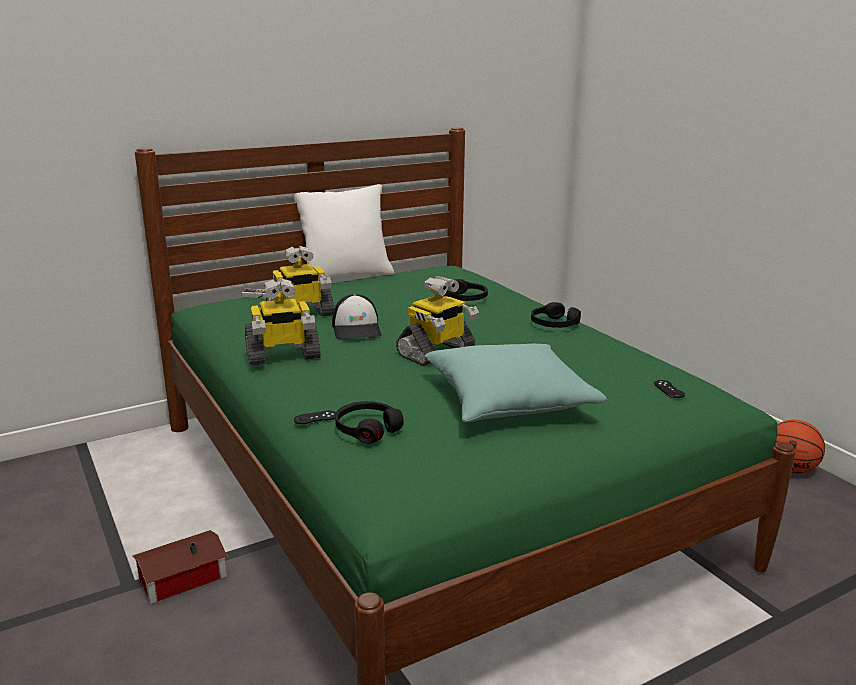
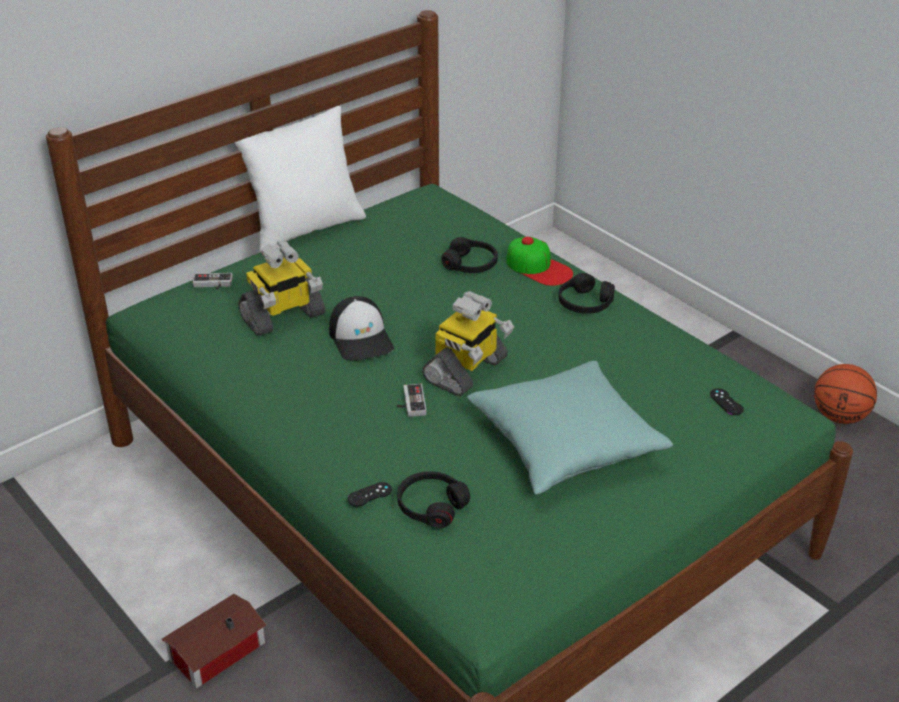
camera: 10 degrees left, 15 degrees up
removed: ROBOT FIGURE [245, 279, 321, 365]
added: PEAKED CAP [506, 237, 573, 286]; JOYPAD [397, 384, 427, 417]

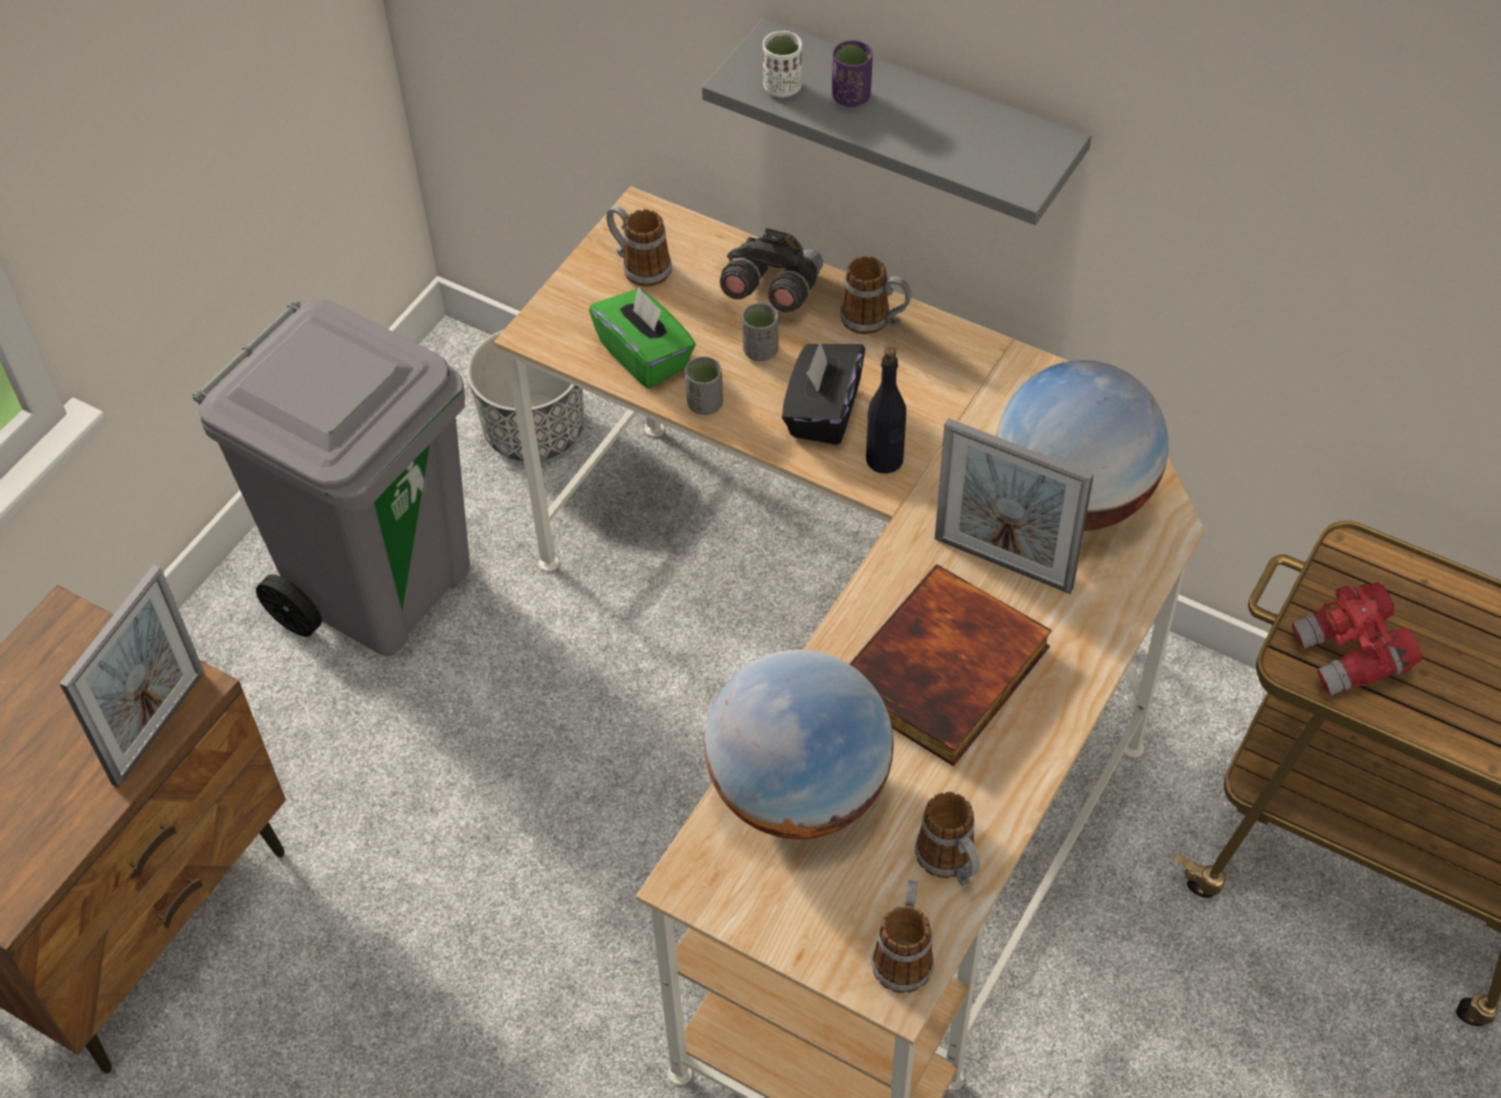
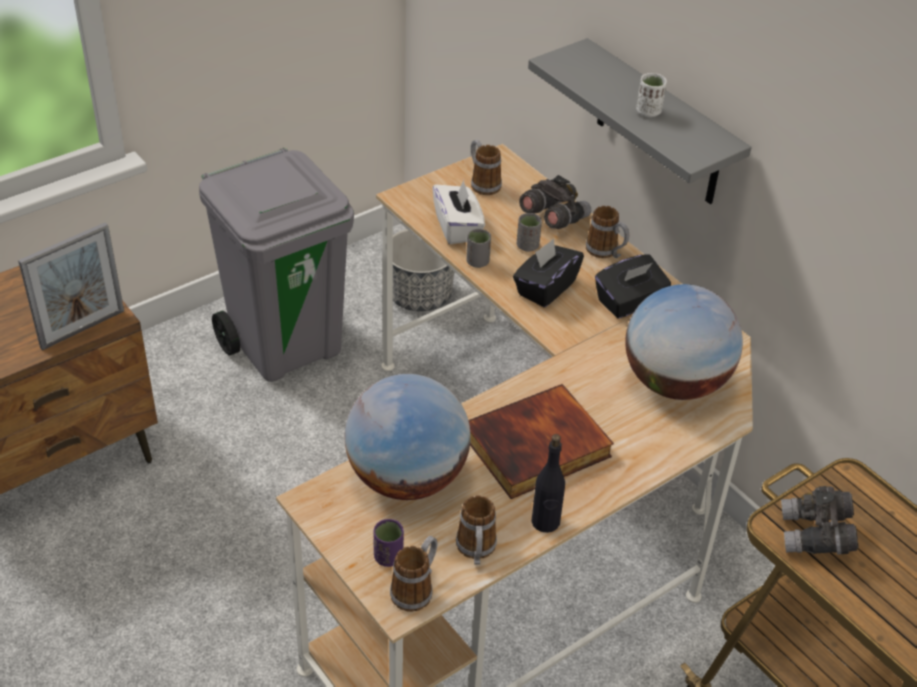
camera: 20 degrees right, 10 degrees down
removed: PICTURE FRAME [935, 418, 1094, 594]
added: BLACK-COLOURED TISSUE BOX [595, 254, 671, 319]
moved: WHITE SMALL CUP [763, 31, 802, 97] to [636, 73, 667, 117]; PURPLISH SMALL CUP [832, 40, 873, 107] to [373, 519, 404, 567]; BLACK-COLOURED DRINK BOTTLE [866, 347, 906, 474] to [531, 434, 565, 533]
recoloured: GREEN TISSUE BOX [589, 285, 696, 389] to WHITE TISSUE BOX [432, 180, 485, 244]; RED-COLOURED PAIR OF BINOCULARS [1291, 582, 1422, 696] to GREYISH PAIR OF BINOCULARS [781, 486, 859, 554]

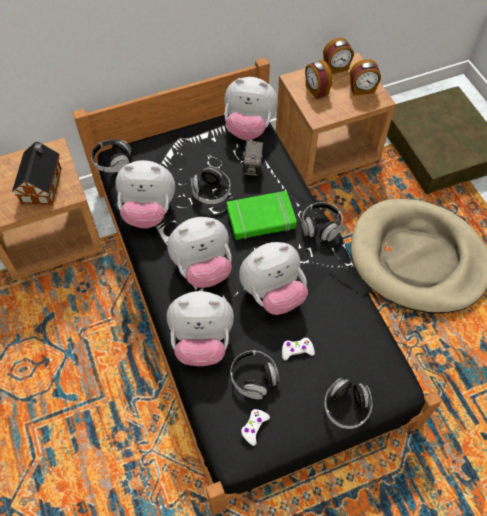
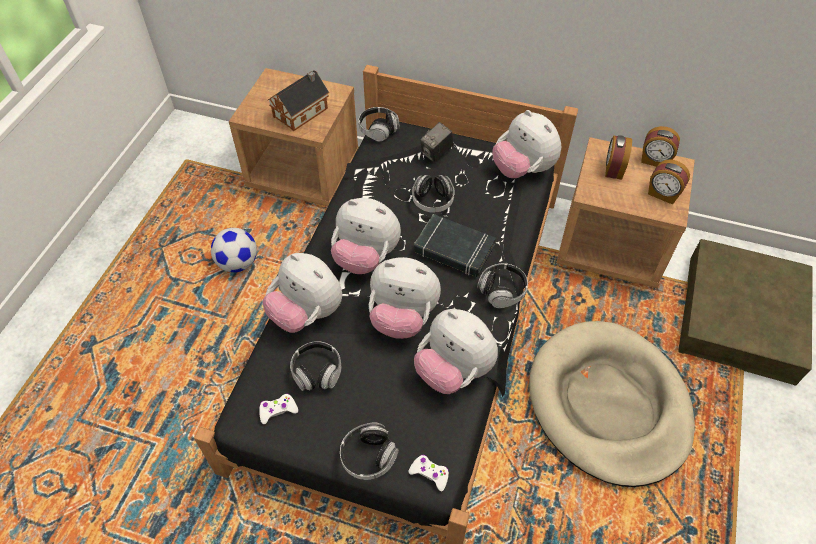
camera: 40 degrees right, 5 degrees down
added: FOOTBALL BALL [211, 228, 257, 272]
moved: STILL CAMERA [242, 140, 263, 176] to [420, 122, 453, 162]; SOFT TOY [115, 160, 175, 229] to [414, 309, 498, 394]; WHITE JOYPAD [282, 337, 315, 360] to [409, 455, 449, 491]
recoloured: GREEN VOLUME [227, 191, 297, 240] to BLACK-COLOURED VOLUME [414, 214, 496, 277]

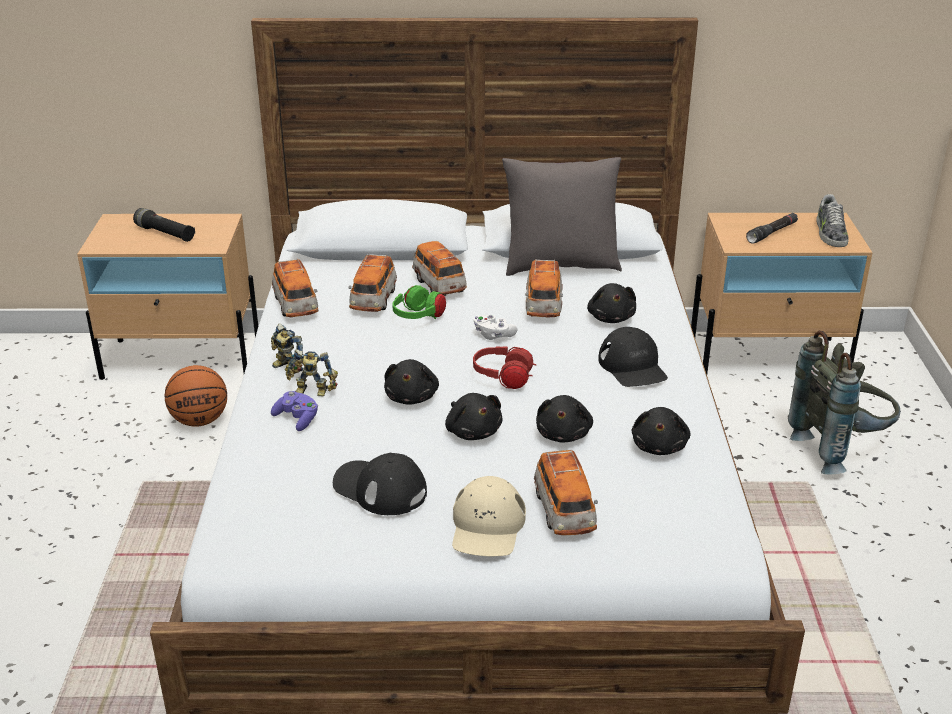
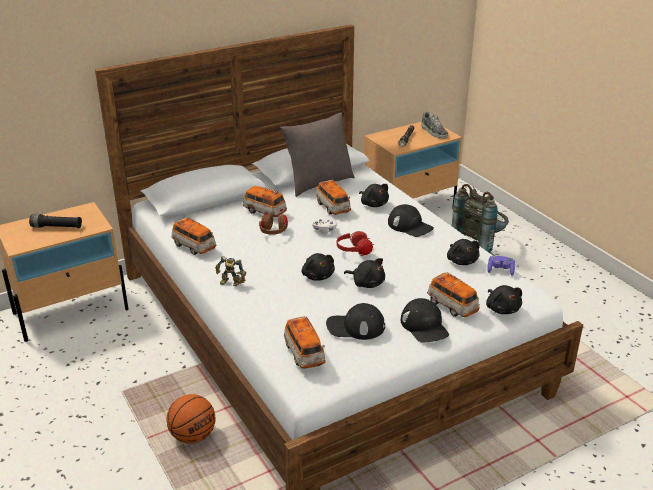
camera: 30 degrees left, 0 degrees up
removed: ROBOT FIGURE [285, 349, 338, 396]
moved: MODEL CAR [349, 253, 397, 312] to [284, 316, 326, 368]; BALL FOR BASKETBALL [165, 365, 227, 427] to [167, 394, 216, 444]; PURPLISH JOYPAD [271, 391, 318, 431] to [487, 256, 515, 276]; BLACK-COLOURED SOFT TOY [536, 395, 593, 442] to [486, 285, 522, 314]
recoloured: GREEN HEADSET [392, 285, 446, 319] to BROWN HEADSET [259, 214, 288, 235]; BEIGE PEAKED CAP [452, 476, 526, 556] to BLACK-COLOURED PEAKED CAP [401, 298, 449, 342]

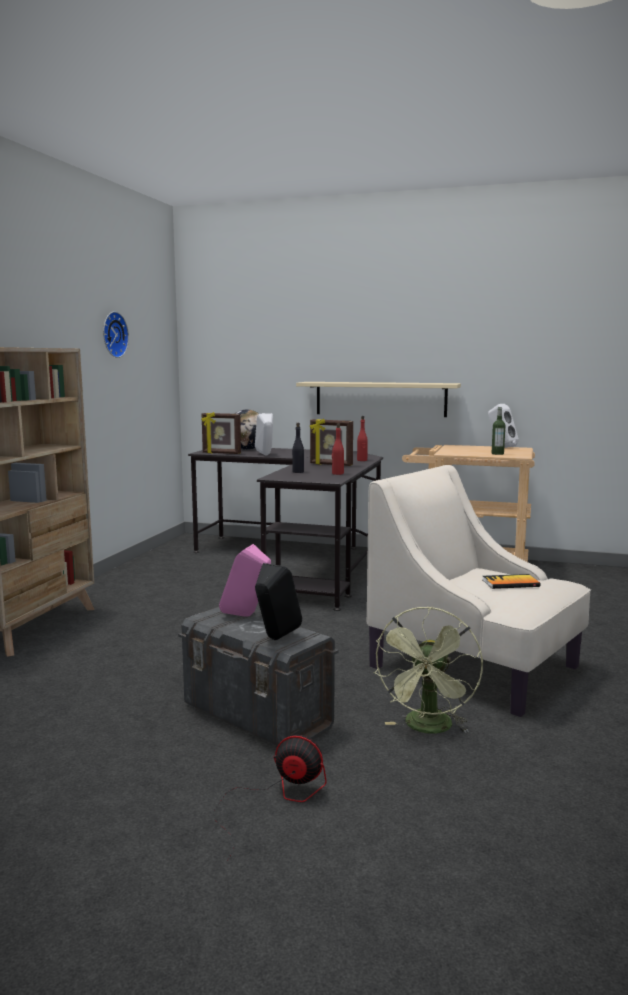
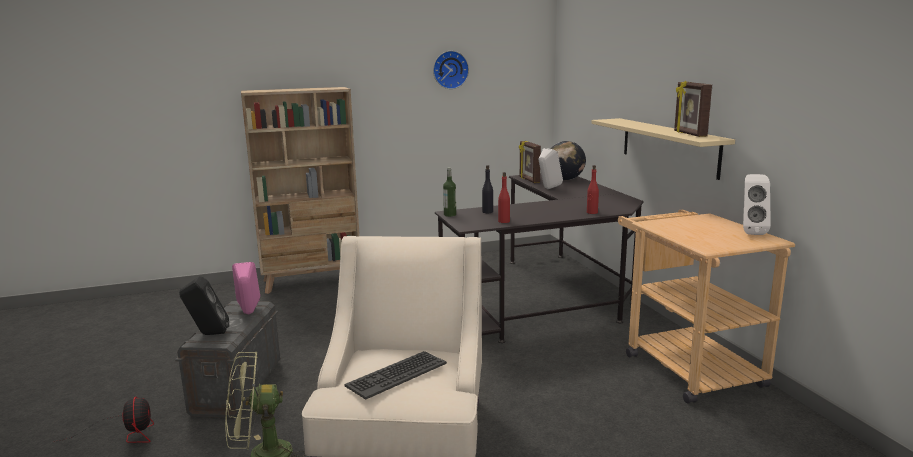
camera: 55 degrees right, 5 degrees up
moved: DRINK BOTTLE [492, 407, 505, 455] to [443, 167, 456, 217]; PICTURE FRAME [310, 418, 353, 466] to [674, 81, 712, 137]
replaced: VOLUME [483, 574, 540, 589] to COMPUTER KEYBOARD [344, 351, 447, 399]

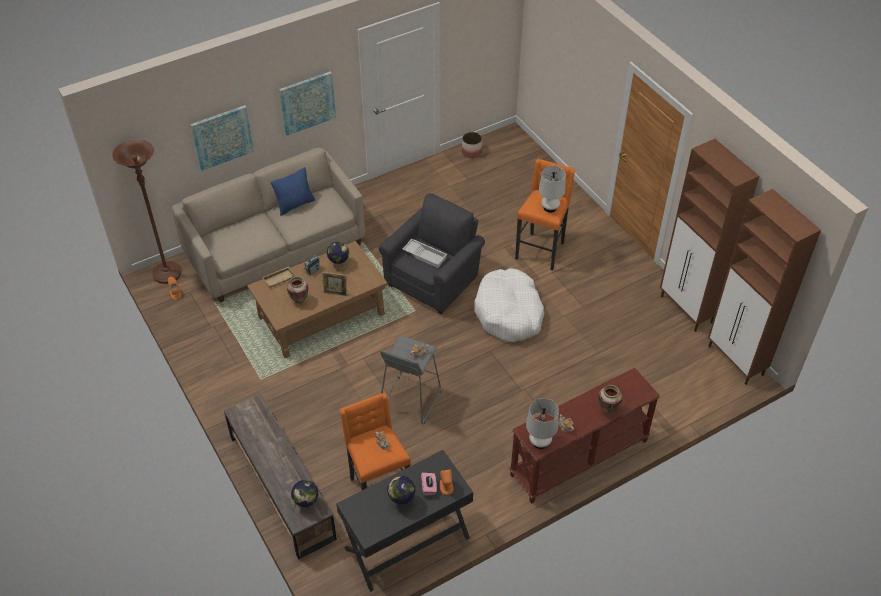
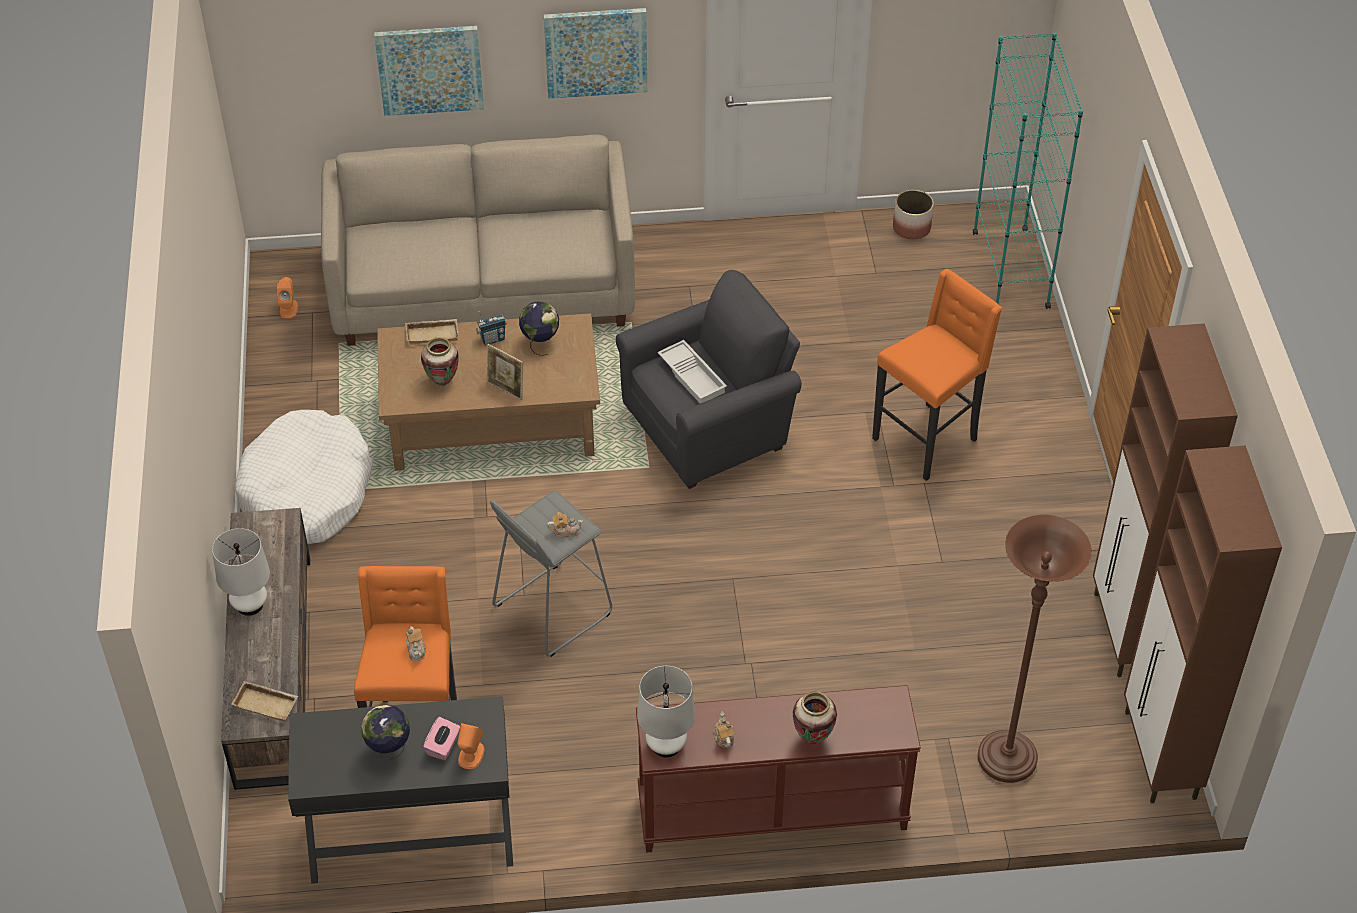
camera: 25 degrees right, 0 degrees up
removed: BLUE-COLOURED THROW PILLOW [271, 167, 315, 216]
added: TURQUOISE-COLOURED BOOKSHELF [973, 32, 1083, 309]
moved: BROWN FLOOR LAMP [112, 139, 182, 284] to [978, 515, 1092, 783]; WHITE TABLE LAMP [539, 166, 566, 213] to [212, 528, 270, 616]; WHITE PET BED [474, 268, 544, 342] to [235, 410, 373, 544]
replaced: WORLD GLOBE [291, 480, 318, 508] to BEIGE CARRYING TRAY [231, 681, 298, 722]

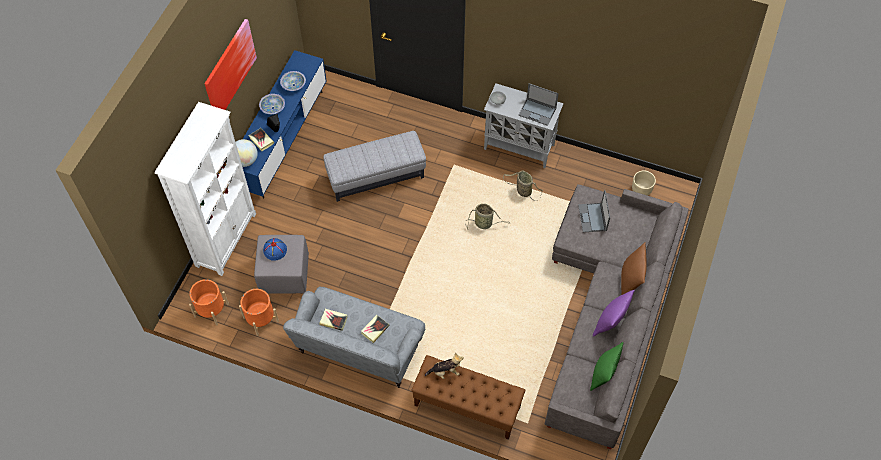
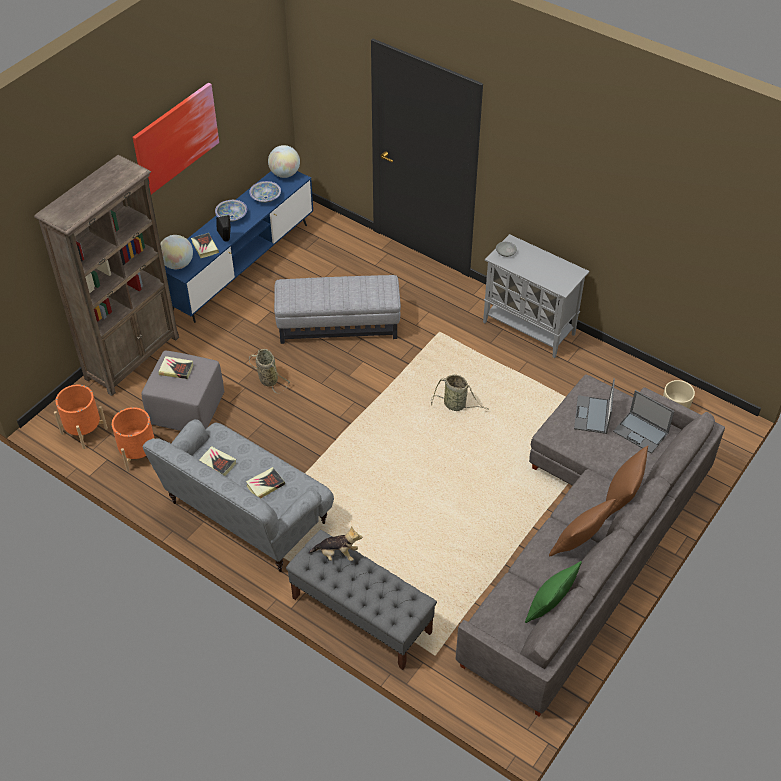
camera: 15 degrees right, 10 degrees down
added: WORLD GLOBE [268, 145, 300, 178]
moved: NOTEBOOK COMPUTER [518, 83, 559, 126] to [613, 390, 675, 454]; HOUSEHOLD BASKET [503, 171, 543, 201] to [249, 349, 291, 394]
replaced: BLUE-COLOURED HAT [263, 238, 287, 261] to VOLUME [158, 356, 193, 379]
recoloured: WHITE BOOKSHELF [155, 102, 256, 276] to BROWN BOOKSHELF [34, 155, 179, 396]; PURPLISH THROW PILLOW [593, 290, 635, 337] to BROWN THROW PILLOW [549, 499, 616, 556]; BROWN INDOOR BENCH [411, 355, 525, 440] to GREYISH INDOOR BENCH [286, 530, 437, 670]

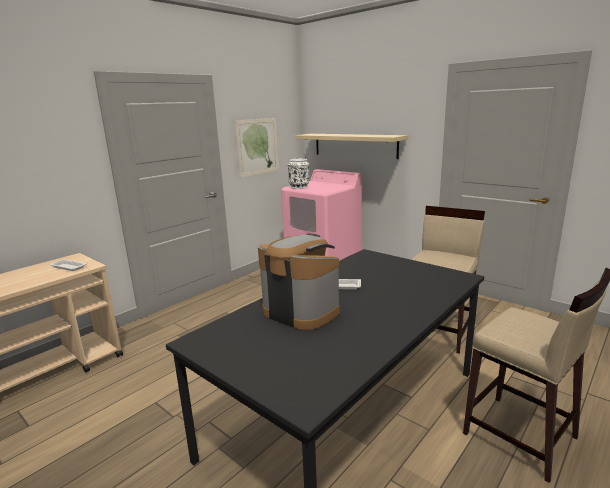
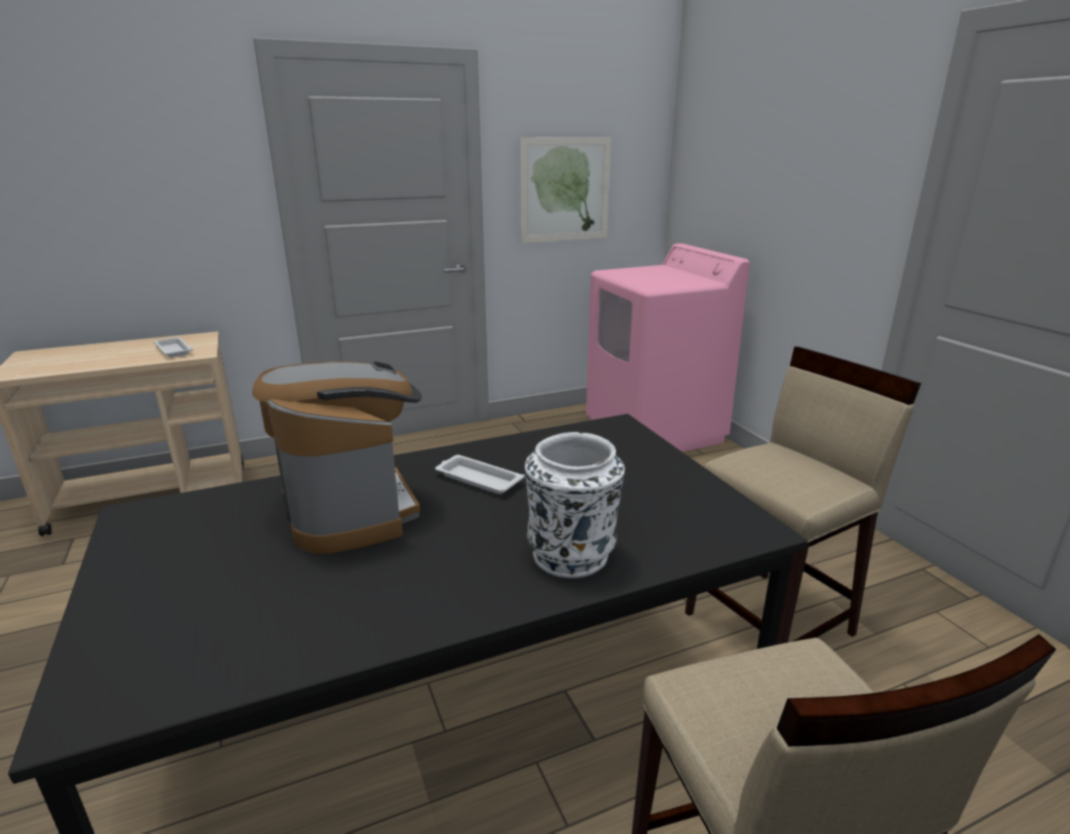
camera: 25 degrees right, 5 degrees up
removed: SHELF [296, 134, 407, 159]
moved: WHITE FLOWER VASE [287, 159, 309, 189] to [525, 432, 625, 578]

